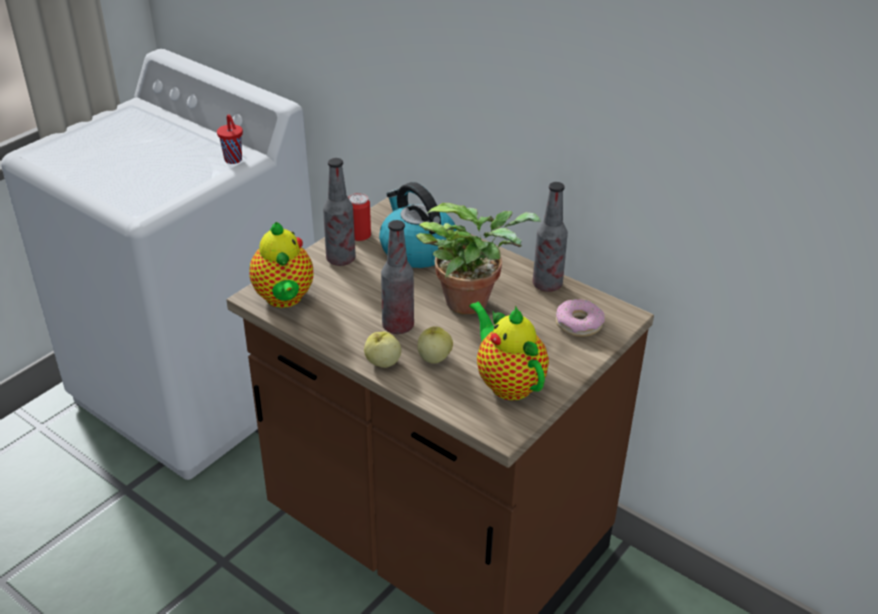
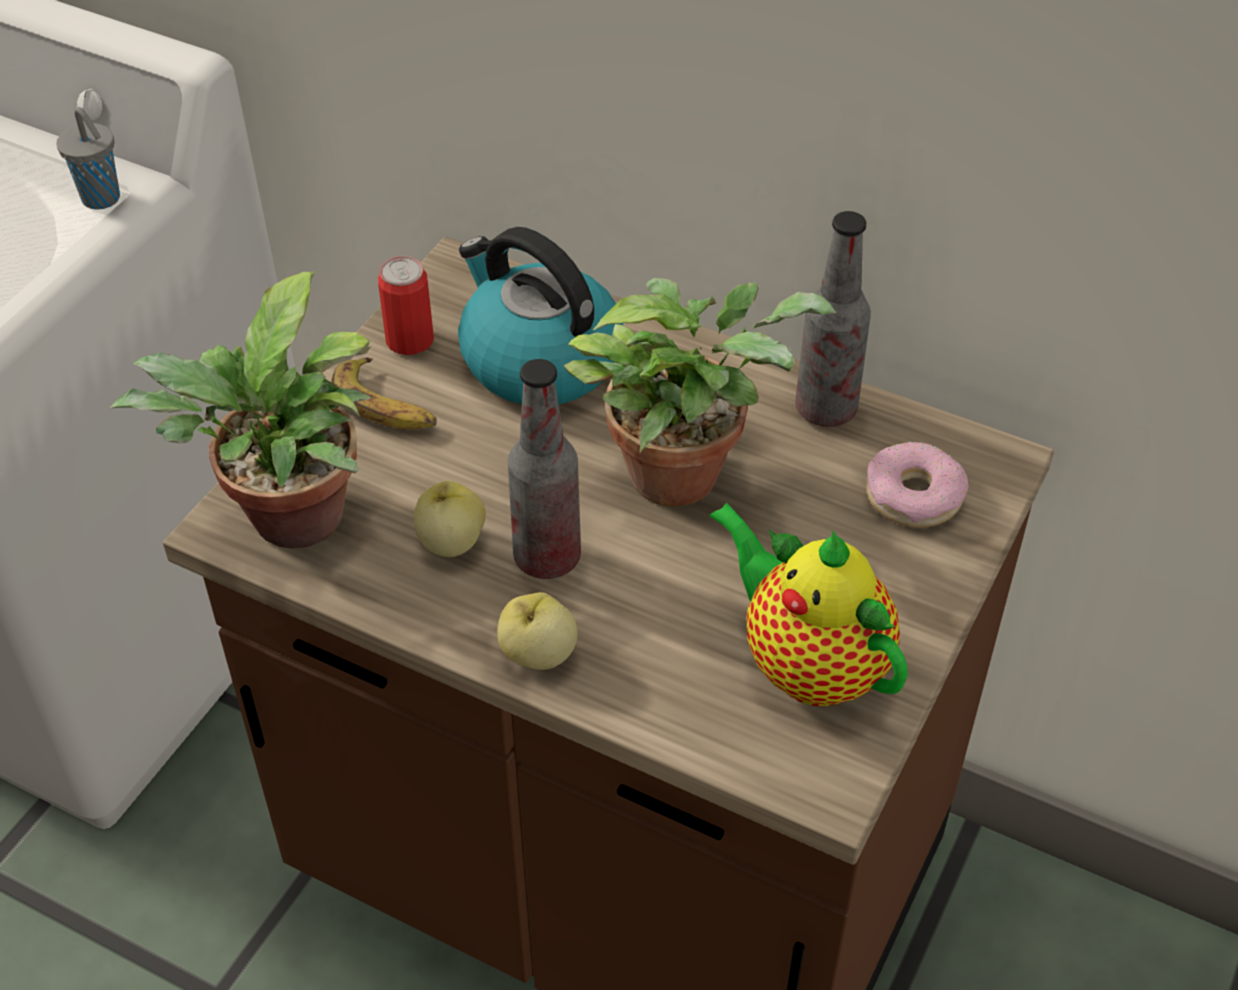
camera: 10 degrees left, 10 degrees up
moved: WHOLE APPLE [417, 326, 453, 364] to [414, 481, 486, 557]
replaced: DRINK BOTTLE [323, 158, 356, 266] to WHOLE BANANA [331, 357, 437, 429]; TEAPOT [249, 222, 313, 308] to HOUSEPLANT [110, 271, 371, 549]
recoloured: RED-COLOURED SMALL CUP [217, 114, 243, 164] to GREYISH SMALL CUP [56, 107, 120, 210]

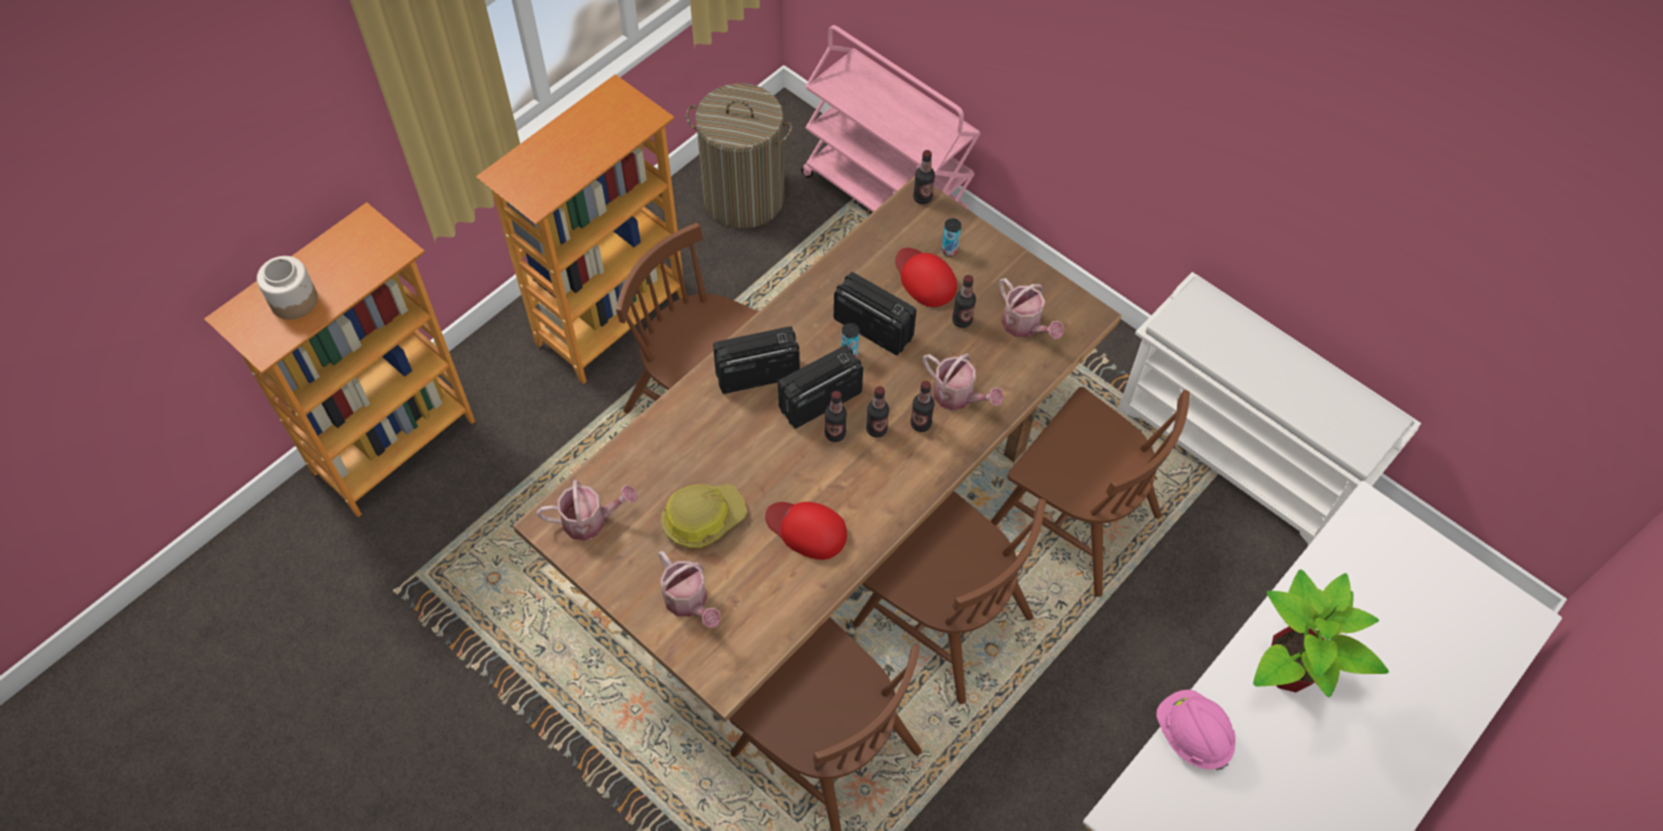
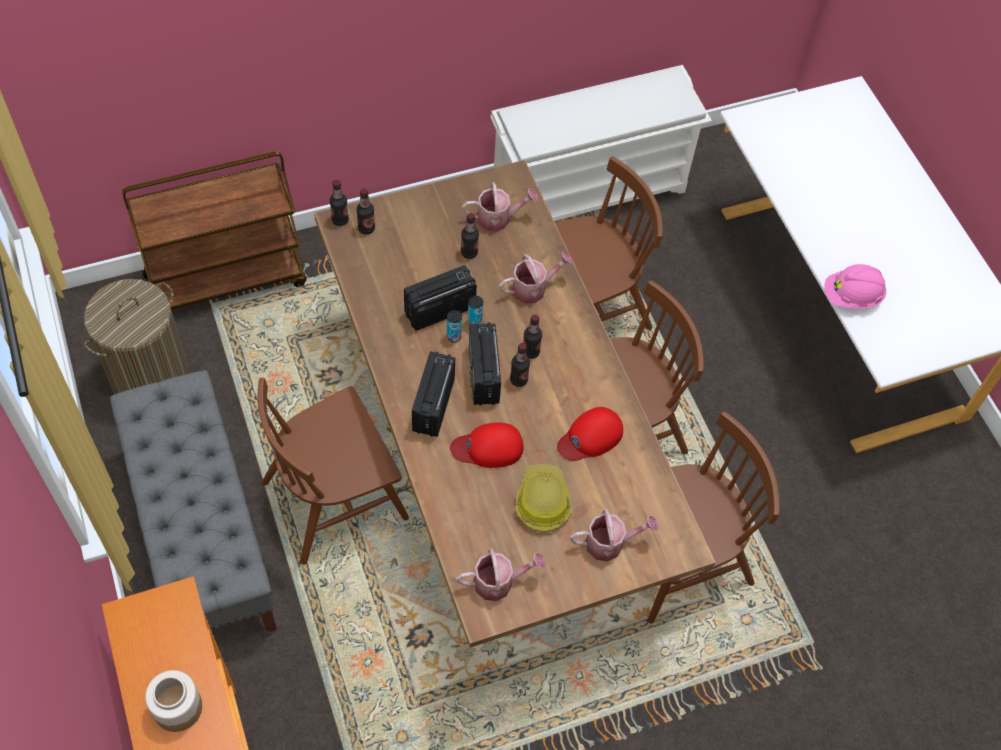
camera: 65 degrees left, 0 degrees up
removed: HOUSEPLANT [1253, 569, 1389, 697]
moved: METAL CAN [942, 218, 961, 257] to [468, 296, 483, 326]; RED-COLOURED PEAKED CAP [895, 248, 957, 307] to [450, 422, 524, 468]; DRINK BOTTLE [910, 381, 935, 432] to [356, 188, 375, 235]
replaced: BOOKSHELF [476, 74, 683, 384] to GREYISH INDOOR BENCH [110, 370, 277, 632]
recoloured: PINKISH CART [801, 25, 981, 212] to BROWN CART [122, 152, 306, 310]
turned: SPRINKLING CAN [537, 479, 638, 541] = [456, 549, 546, 601] 60 degrees clockwise

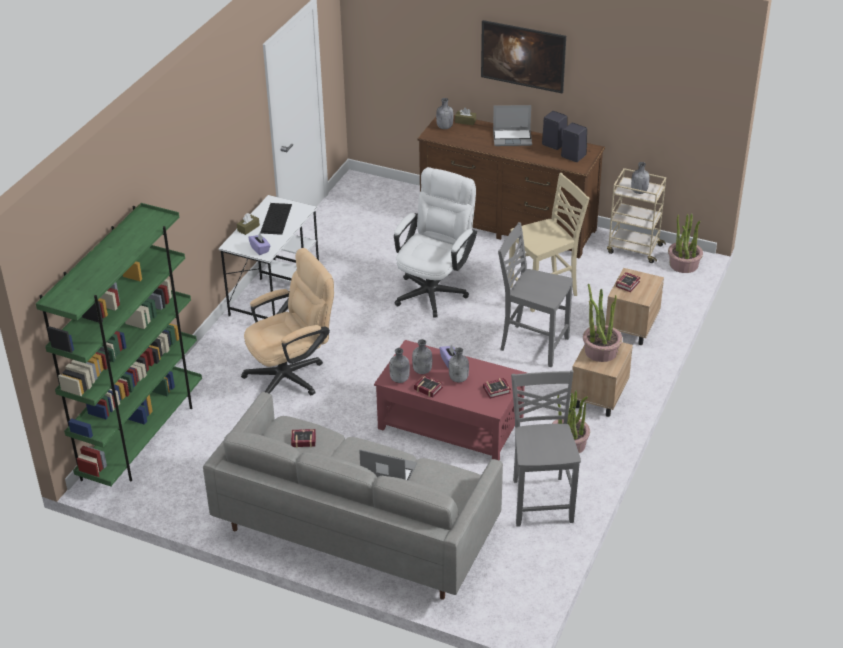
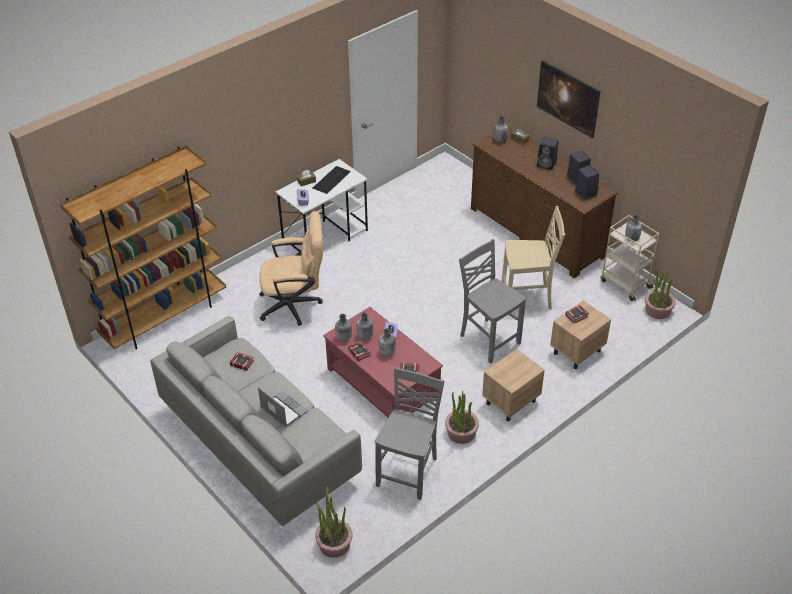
camera: 25 degrees right, 5 degrees up
removed: WHITE DESK CHAIR [394, 167, 477, 318]
moved: HOUSEPLANT [583, 284, 623, 362] to [315, 486, 353, 558]
replaced: NOTEBOOK COMPUTER [493, 105, 532, 146] to BLACK-COLOURED LOUDSPEAKER [537, 137, 559, 170]
recoloured: GREEN BOOKSHELF [36, 203, 202, 486] to BROWN BOOKSHELF [60, 146, 226, 349]

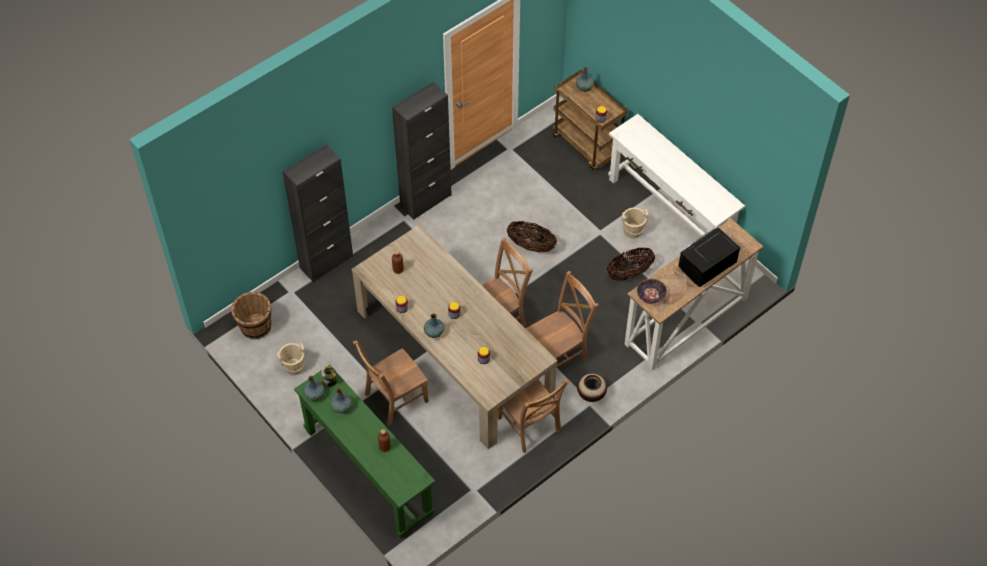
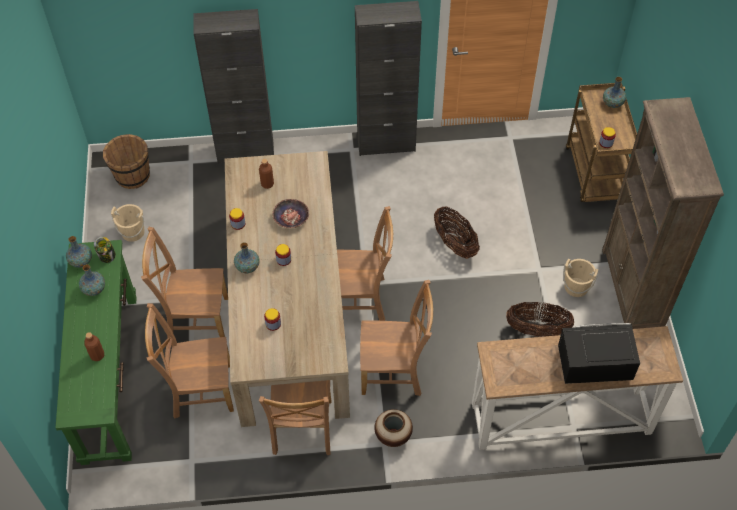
camera: 35 degrees right, 0 degrees up
added: BROWN UPRIGHT CHAIR [145, 303, 234, 419]
moved: BOWL [637, 279, 667, 304] to [272, 199, 309, 228]
replaced: WHITE CONSOLE TABLE [608, 114, 745, 238] to BROWN BOOKSHELF [602, 97, 724, 329]

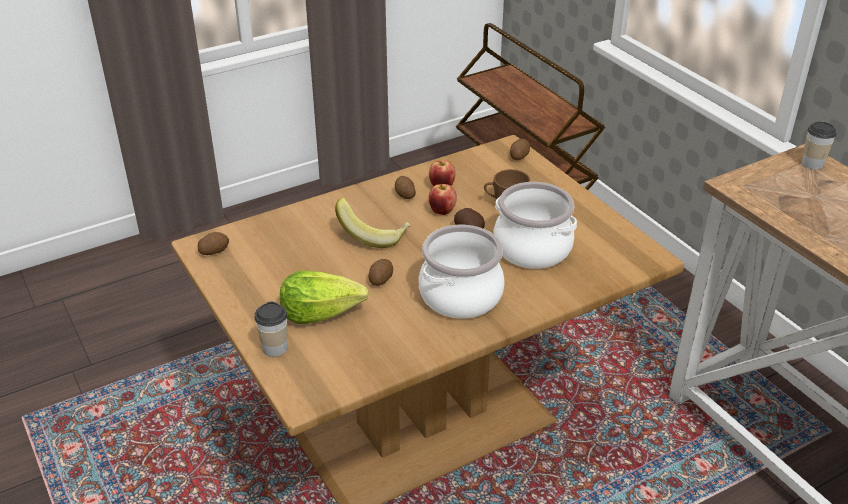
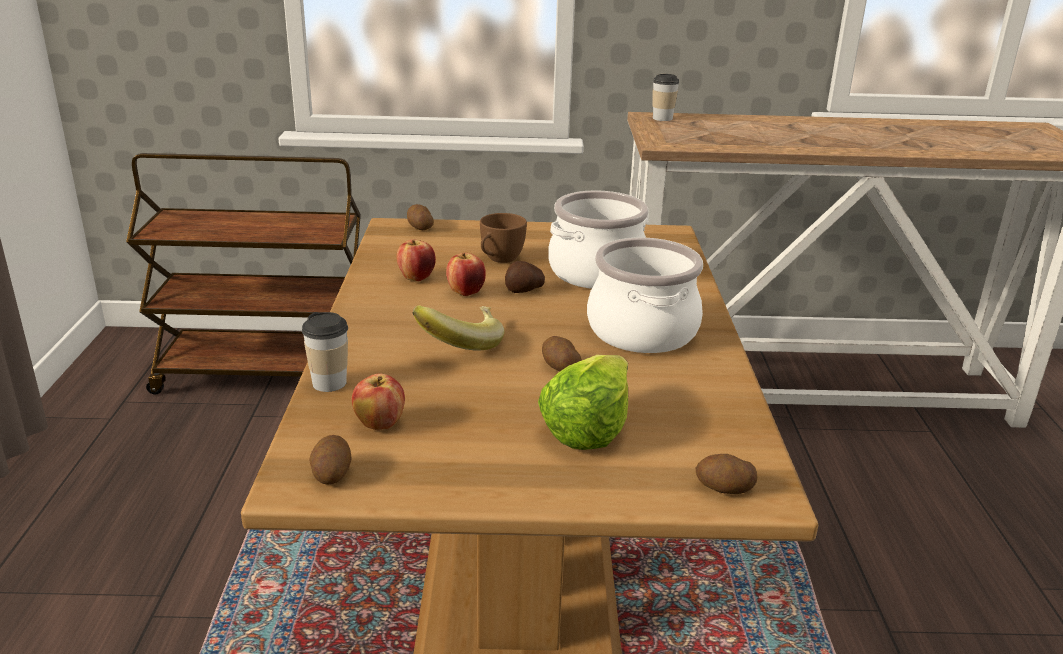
camera: 60 degrees left, 10 degrees down
added: WHOLE APPLE [352, 374, 405, 430]
moved: SPUD [395, 176, 416, 199] to [696, 454, 757, 494]; SMALL CUP [255, 302, 287, 357] to [302, 312, 348, 392]

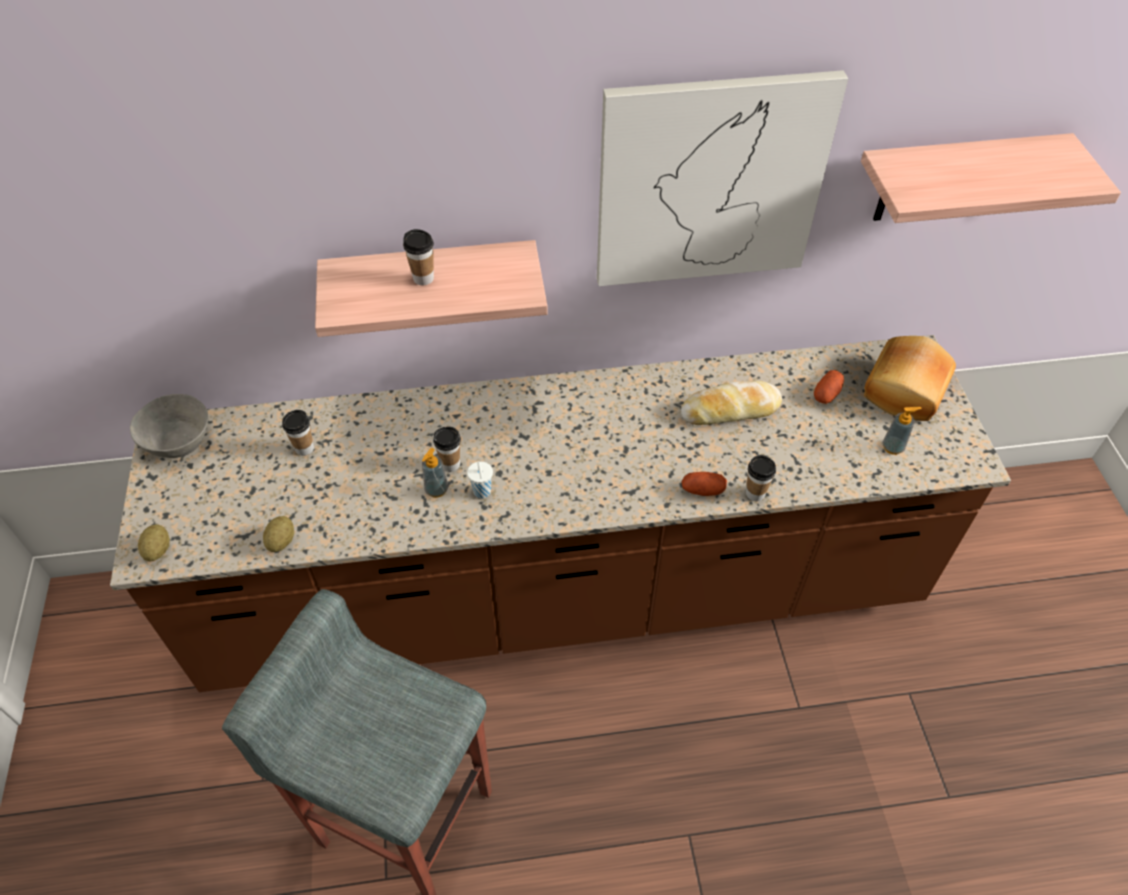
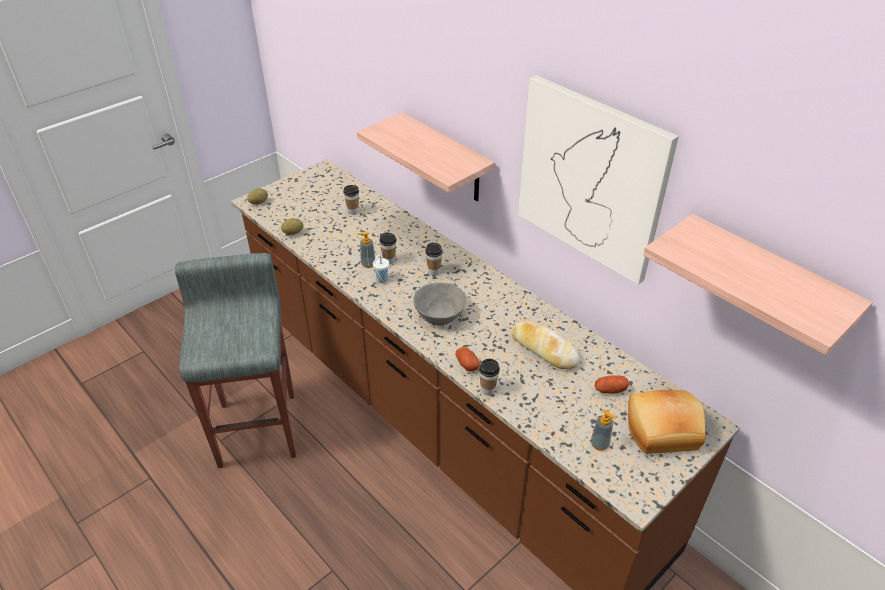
camera: 55 degrees right, 10 degrees down
moved: SMALL CUP [403, 229, 434, 285] to [425, 242, 443, 275]; GREYISH BOWL [130, 394, 208, 458] to [413, 283, 466, 325]

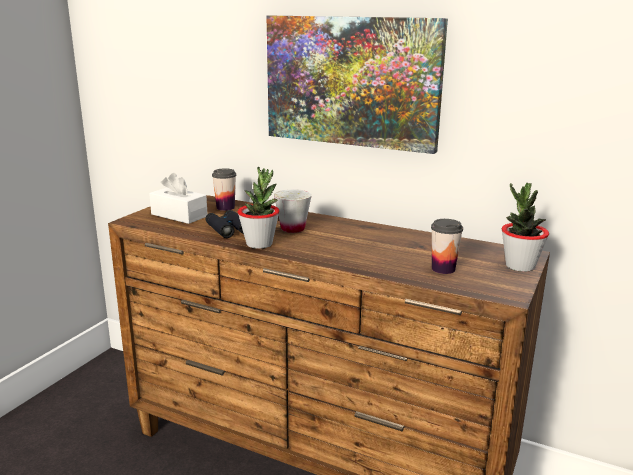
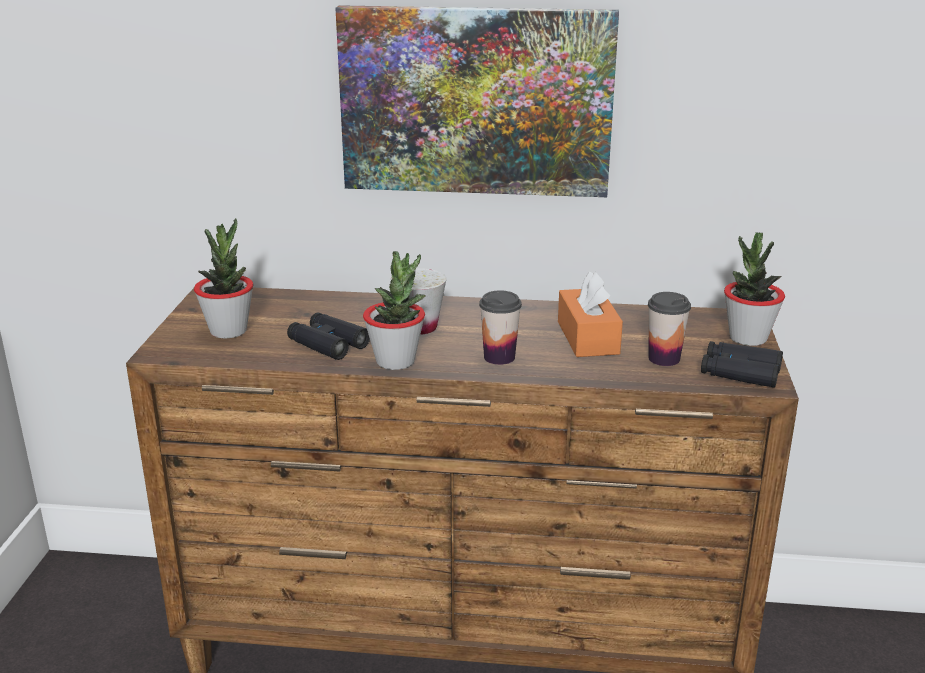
camera: 20 degrees left, 5 degrees up
added: ORANGEY TISSUE BOX [558, 272, 623, 357]; BLACK-COLOURED PAIR OF BINOCULARS [701, 341, 783, 388]
moved: SMALL CUP [212, 168, 236, 211] to [479, 290, 522, 365]
replaced: WHITE TISSUE BOX [149, 173, 208, 224] to HOUSEPLANT [194, 218, 254, 338]

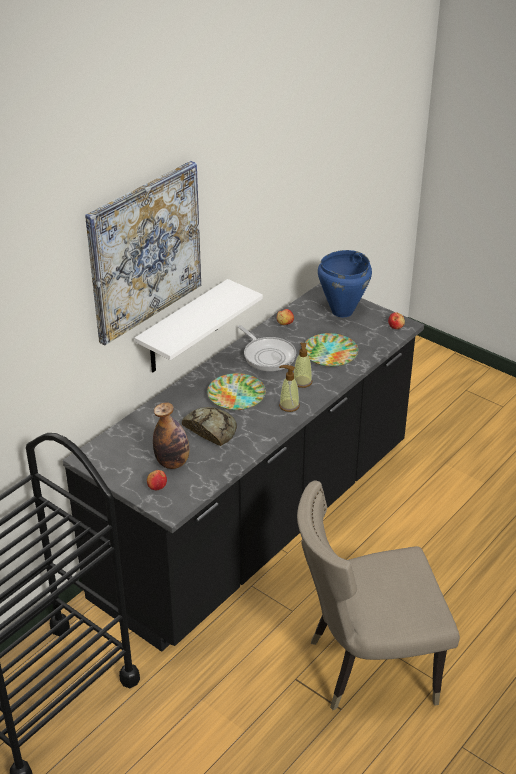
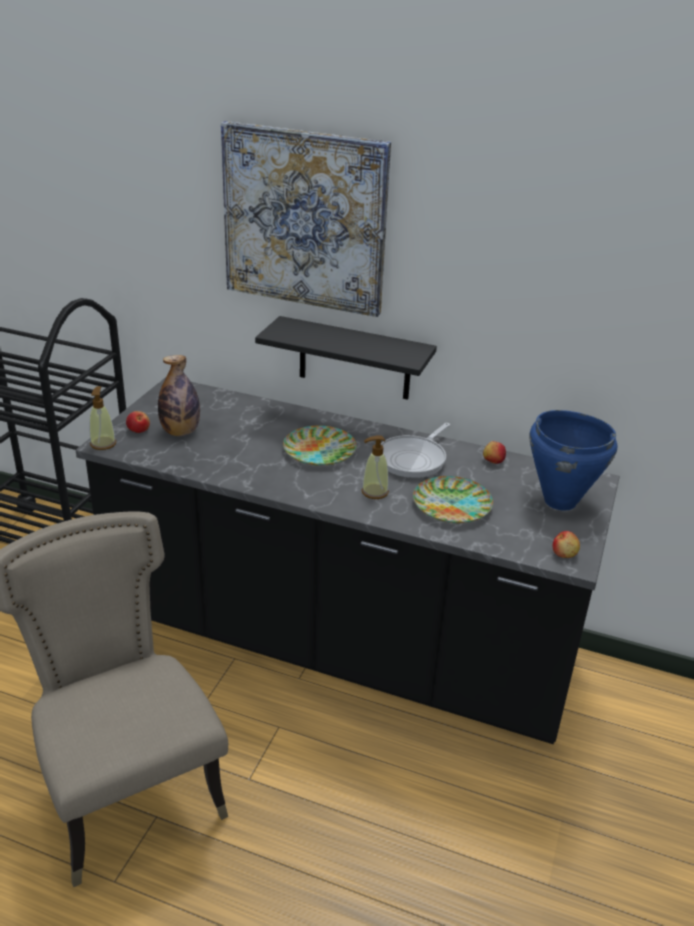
camera: 70 degrees right, 5 degrees down
removed: BAKED BREAD [182, 407, 237, 446]
moved: LIQUID SOAP BOTTLE [279, 365, 300, 412] to [90, 386, 116, 450]
recoloured: WHITE SHELF [135, 279, 263, 372] to BLACK-COLOURED SHELF [255, 316, 437, 400]

